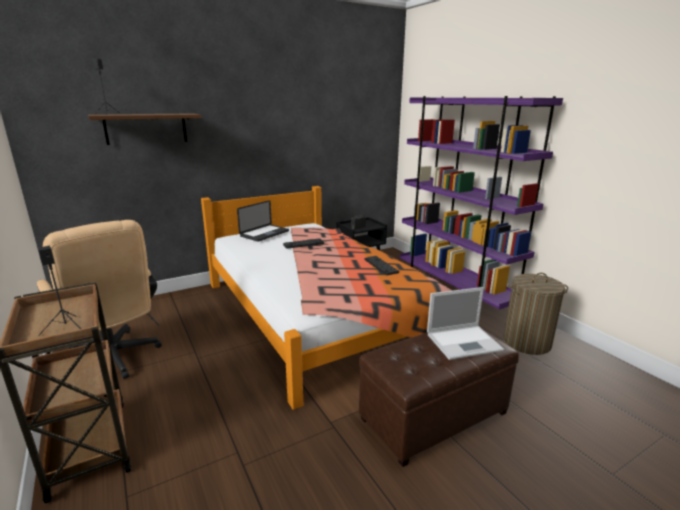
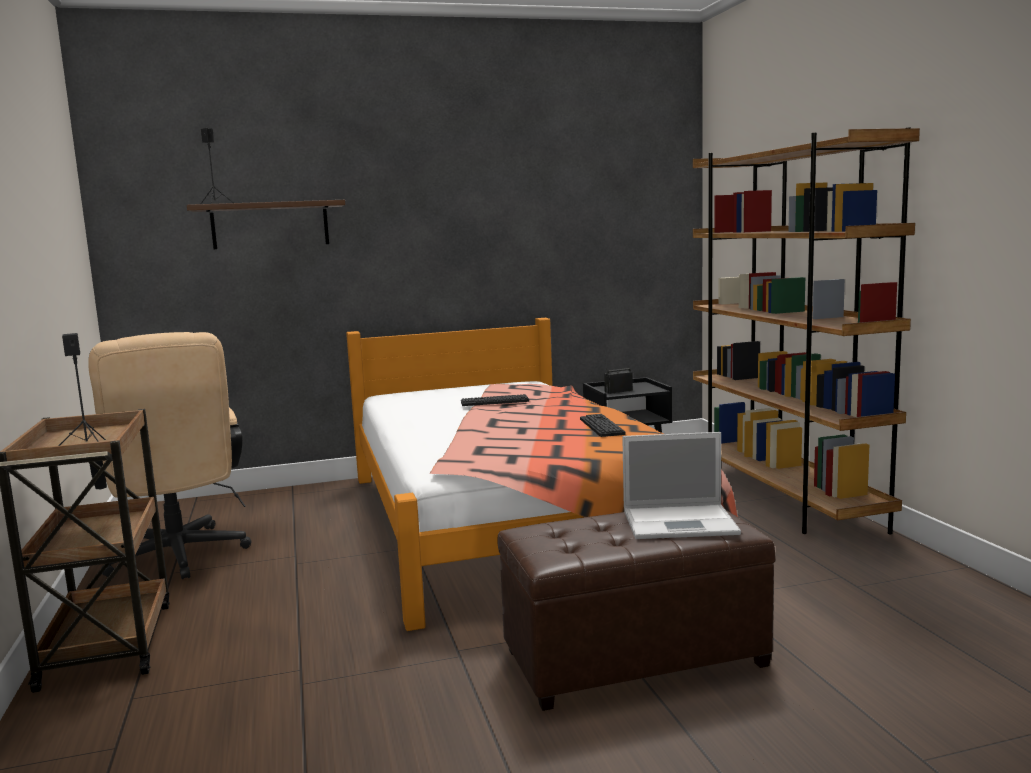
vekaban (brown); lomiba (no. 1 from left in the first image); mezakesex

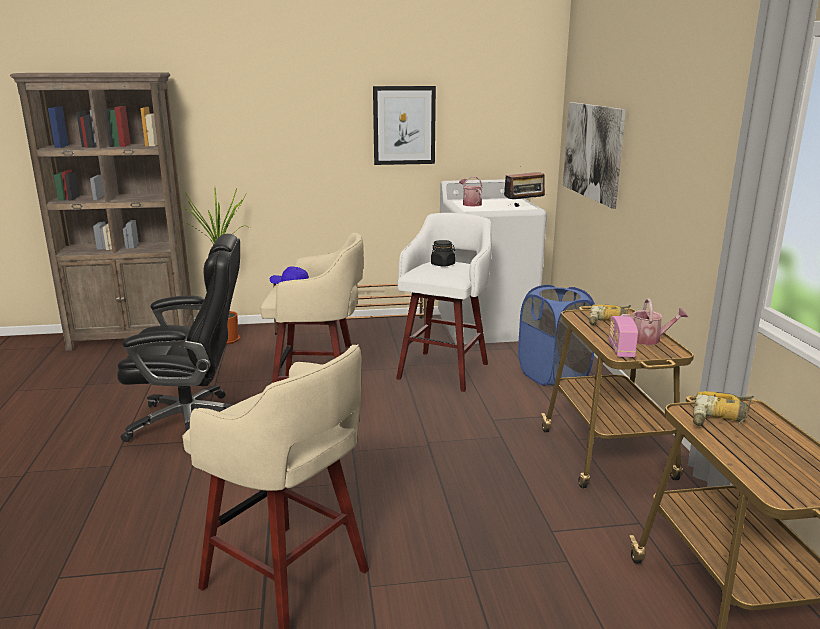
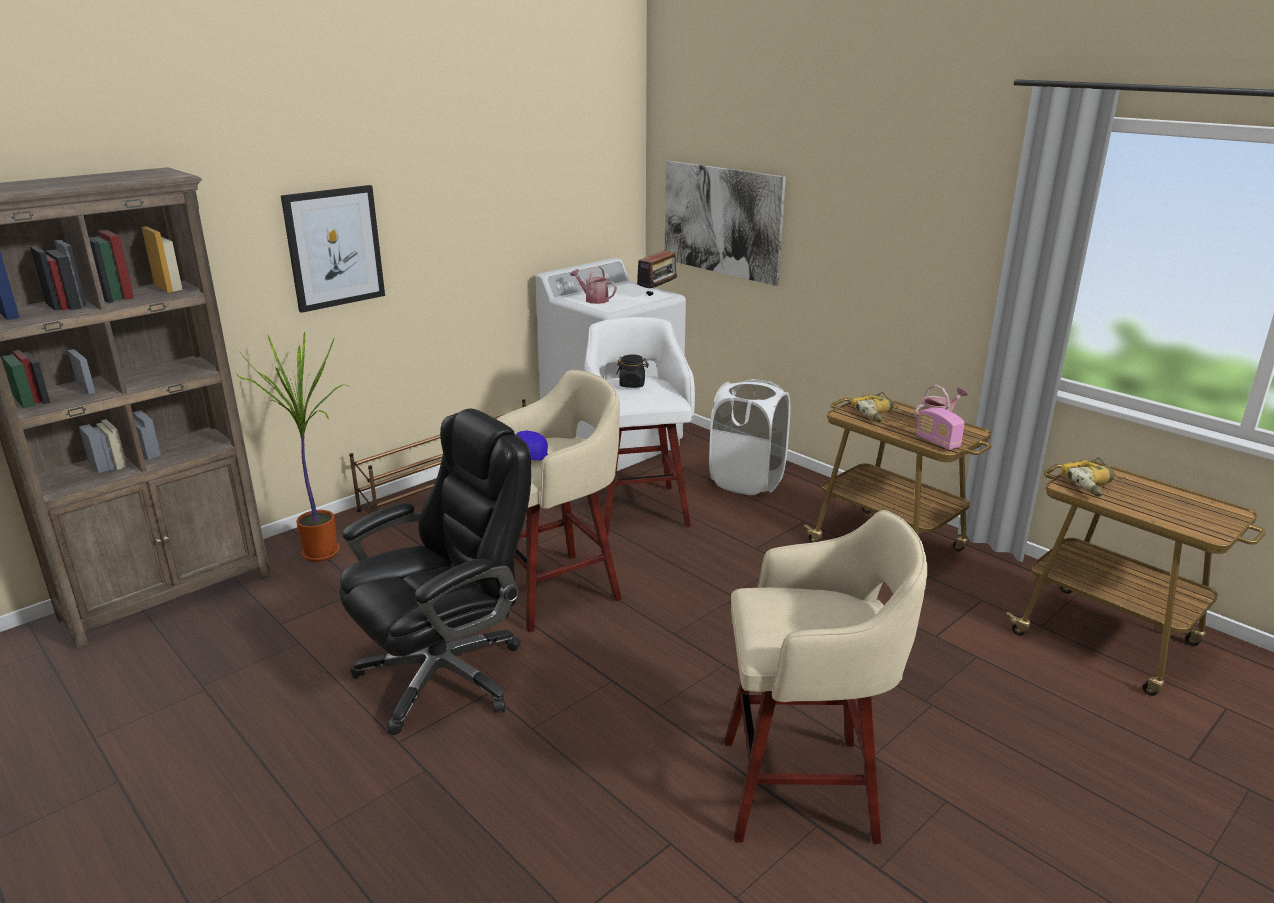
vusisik (no. 1 from left); mezakesex (white)

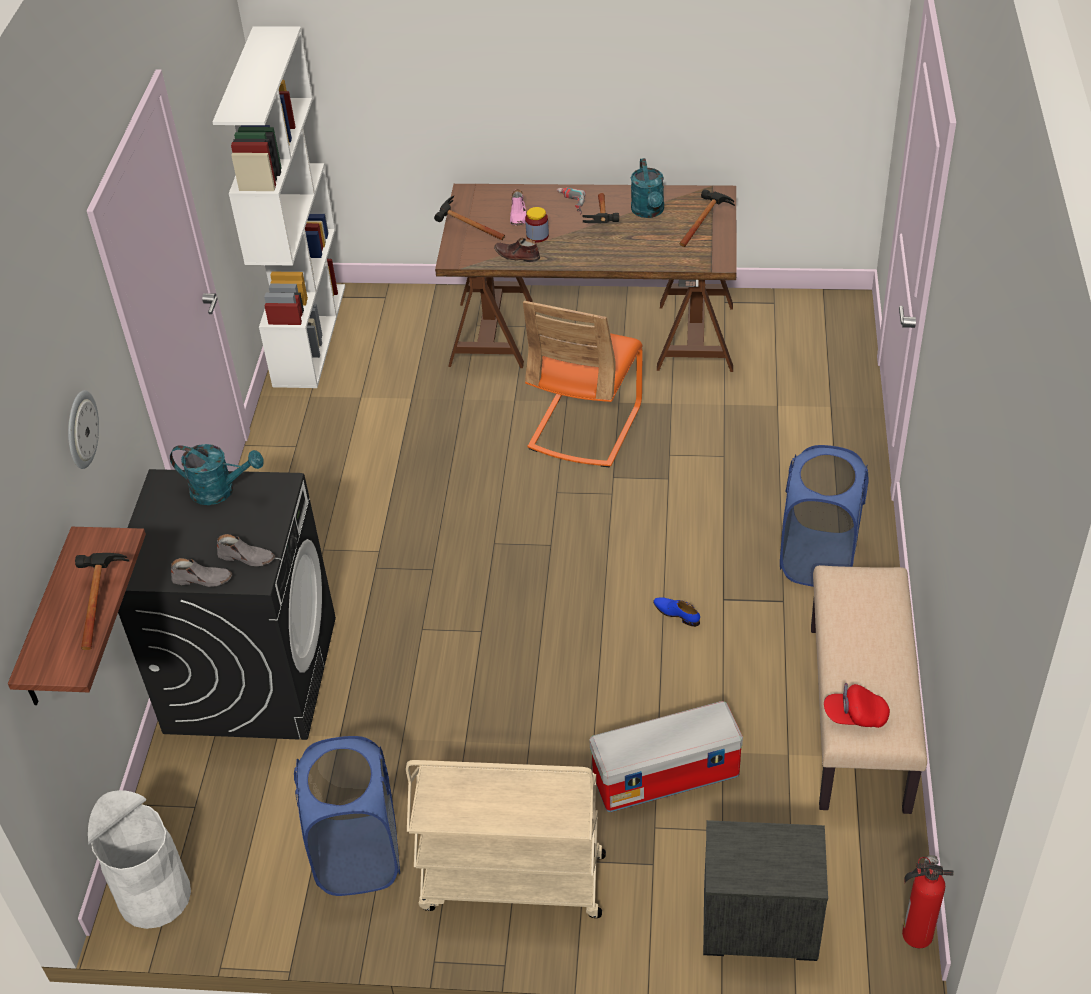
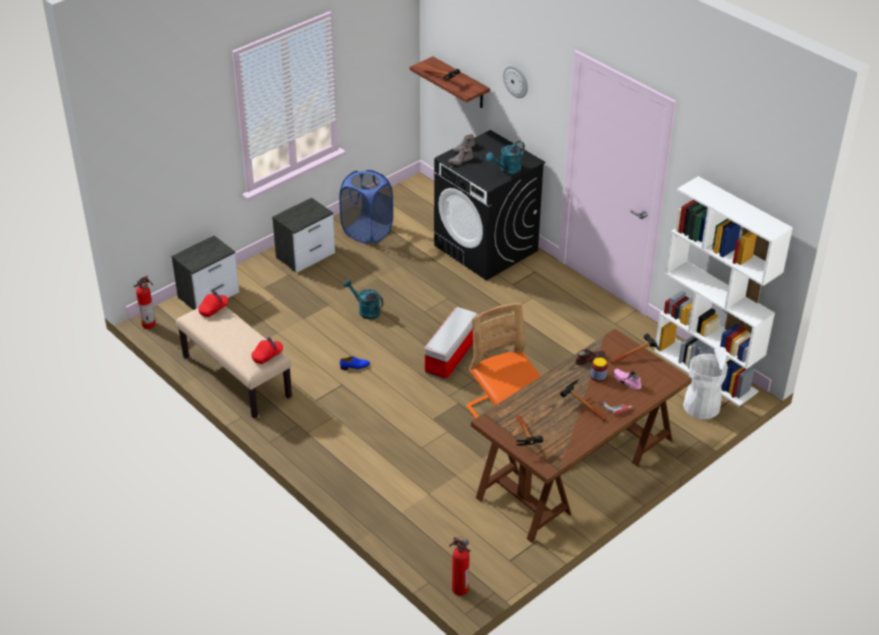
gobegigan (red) (no. 2 from left); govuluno (no. 2 from left); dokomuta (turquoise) (no. 1 from left); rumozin; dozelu (no. 2 from left); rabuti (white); mezakesex (blue) (no. 2 from left in the first image)

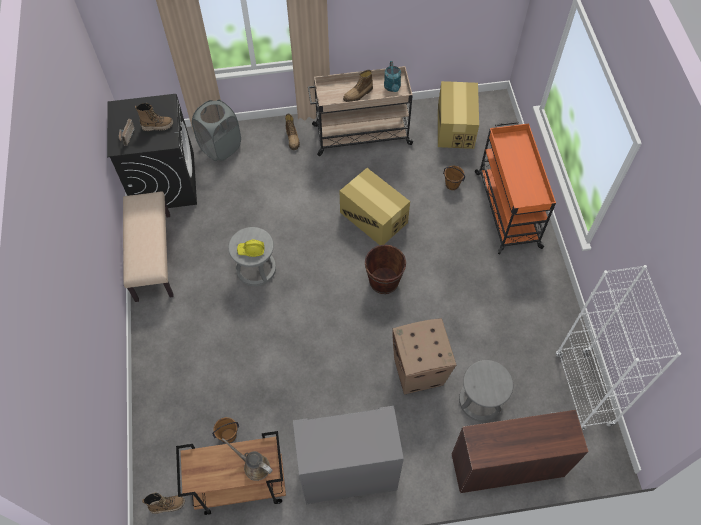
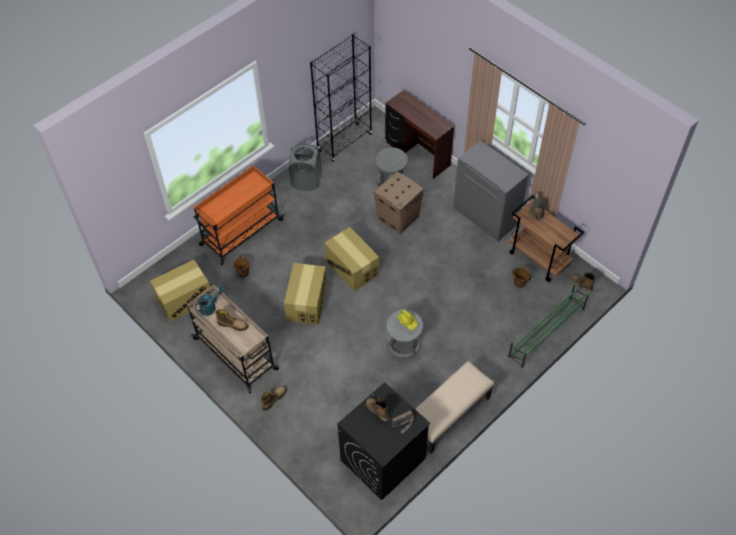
mezakesex (grey); vekaban (black); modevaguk (no. 3 from left); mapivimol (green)

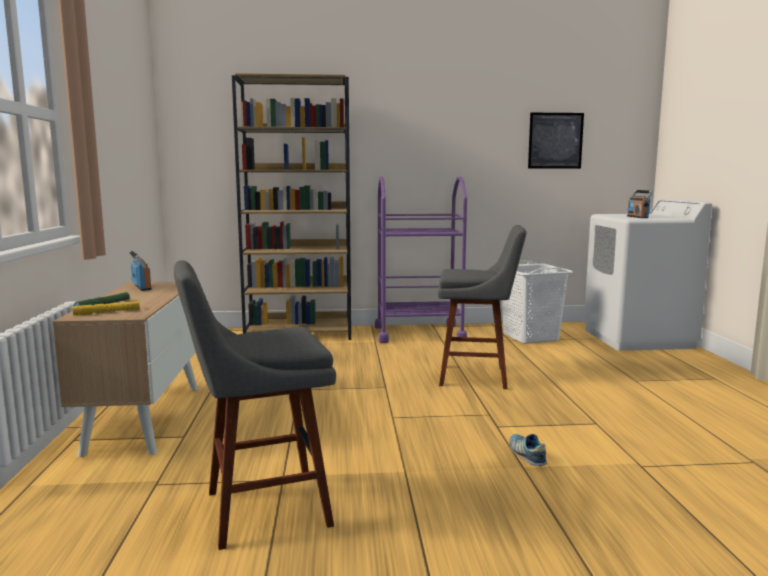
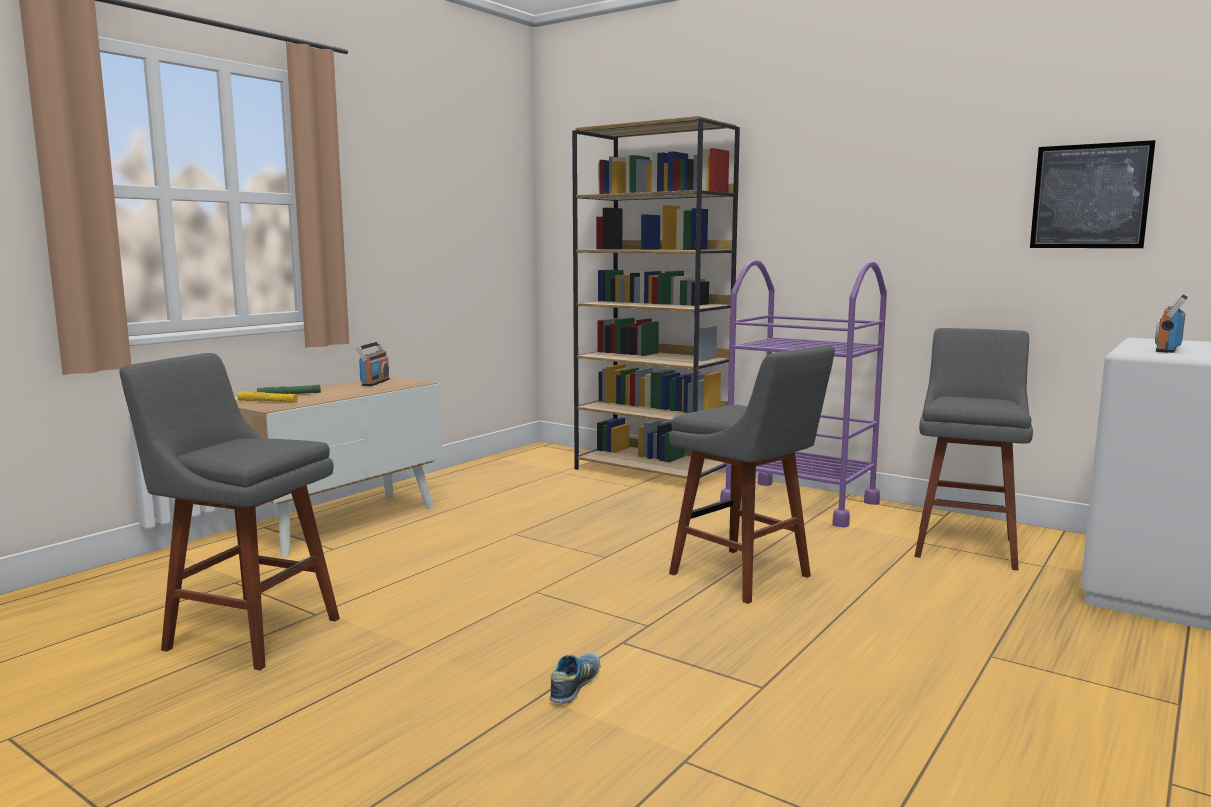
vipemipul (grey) (no. 3 from left)

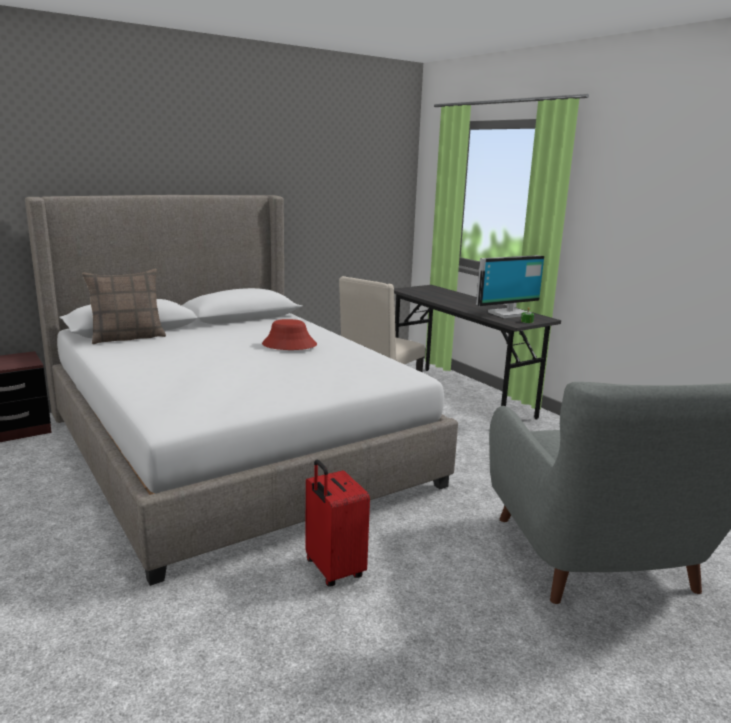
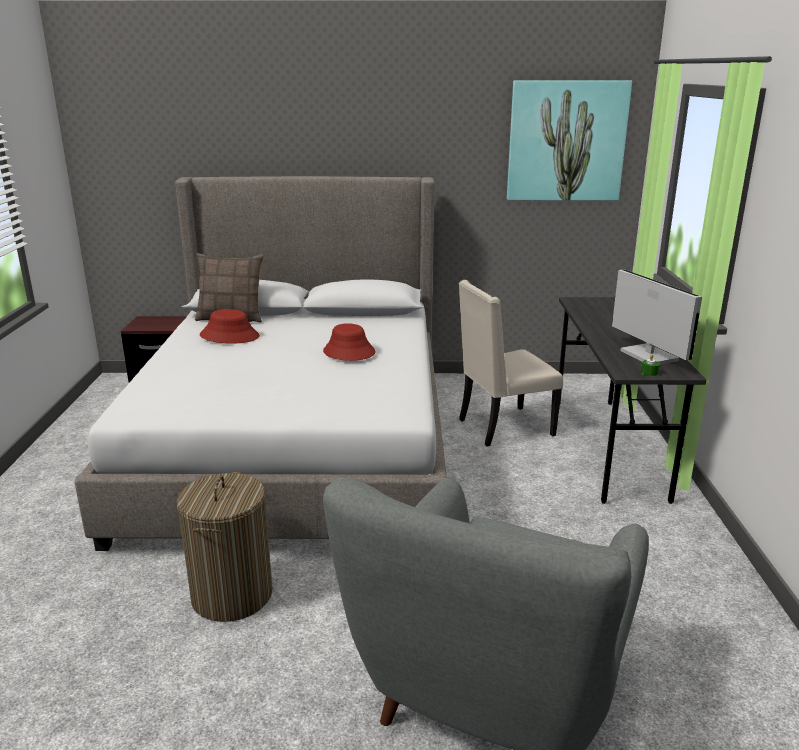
mezakesex; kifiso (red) (no. 1 from left); vusisik; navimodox

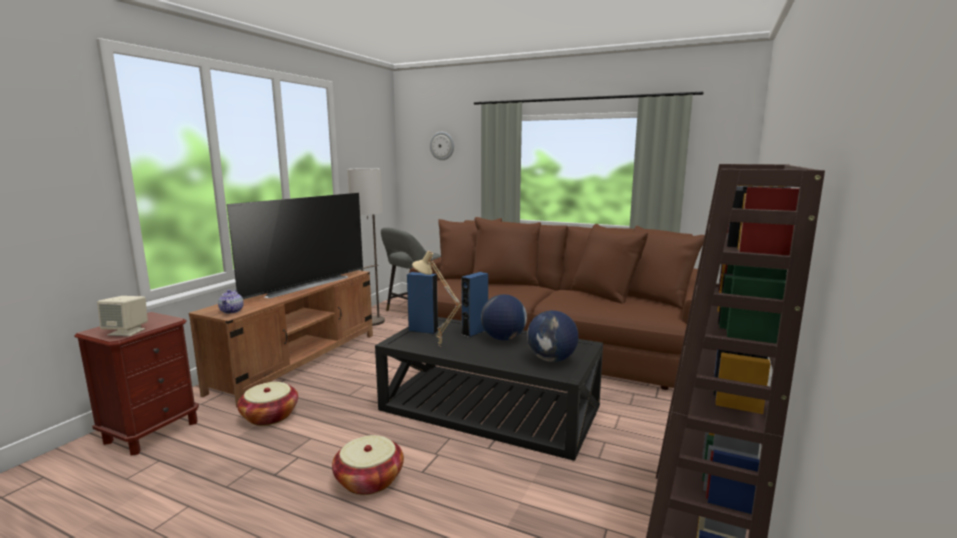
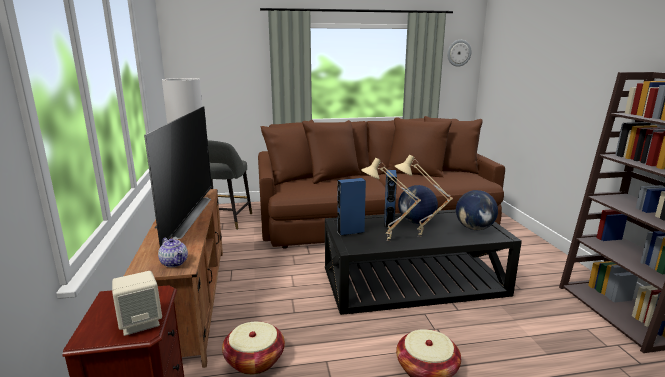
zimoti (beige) (no. 2 from left); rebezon

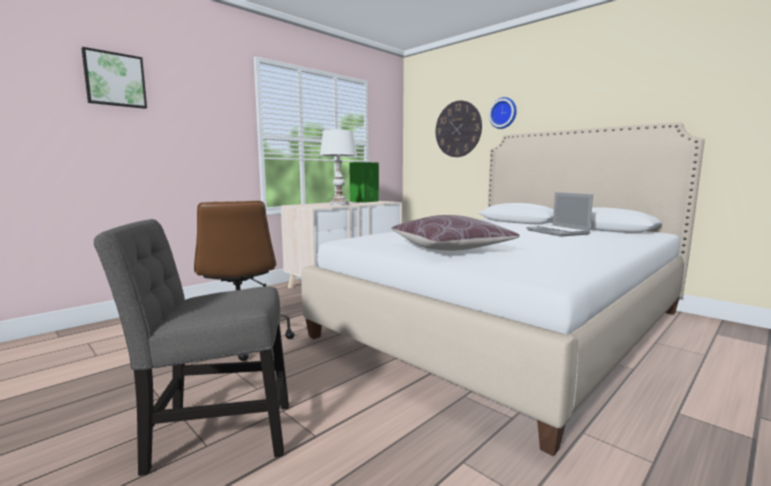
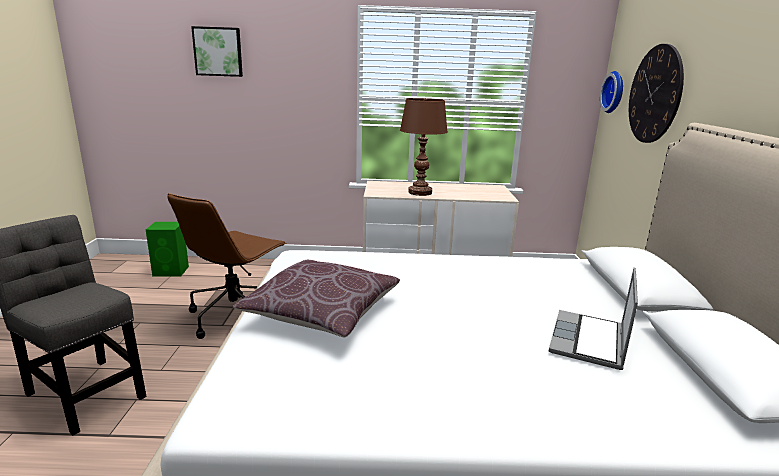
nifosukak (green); zimoti (brown); rebezon (no. 1 from left)

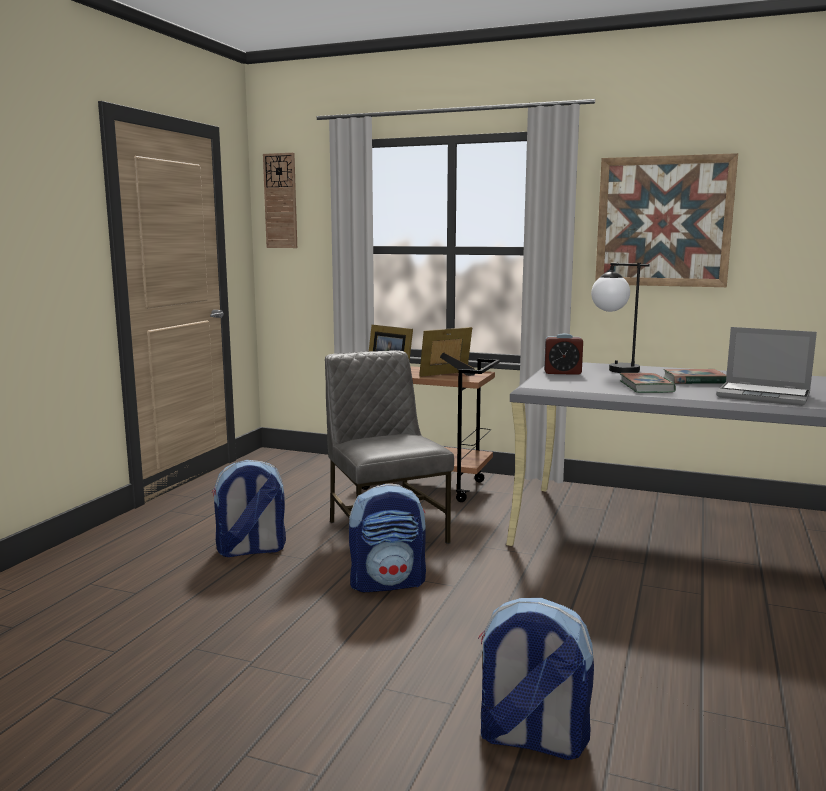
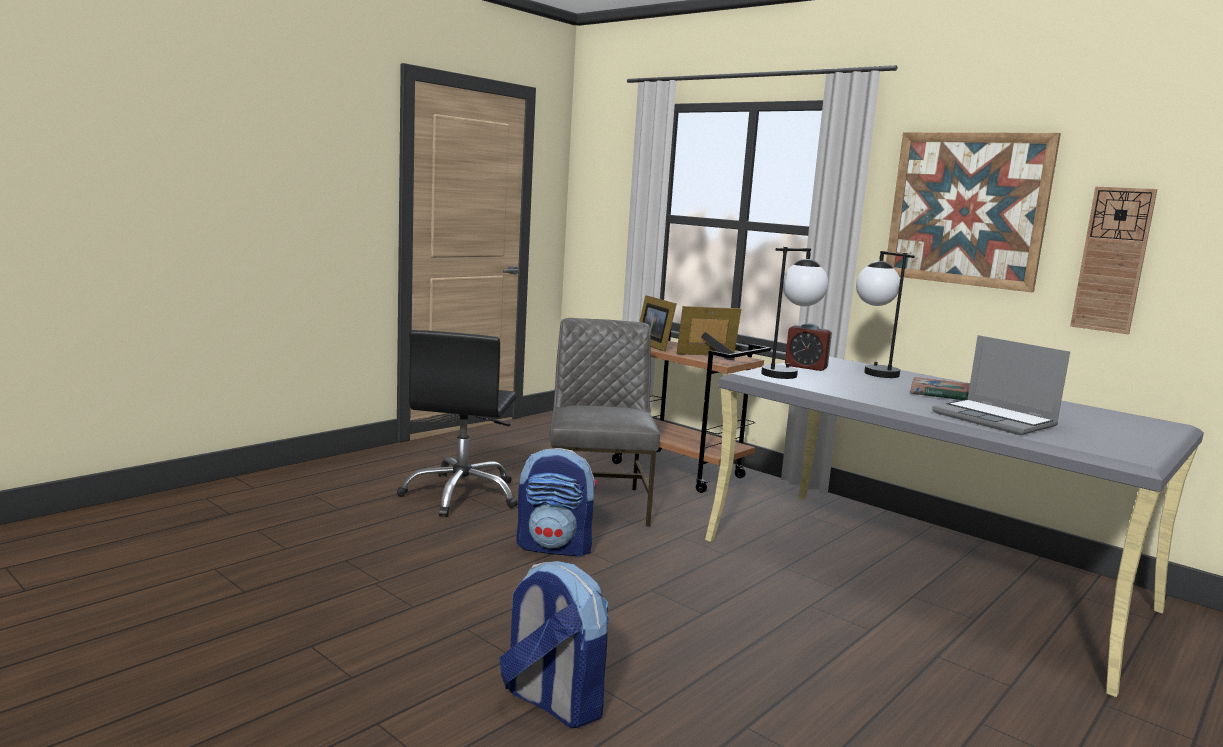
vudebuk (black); zimoti (no. 1 from left); rebezon; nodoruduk (no. 1 from left in the first image)

